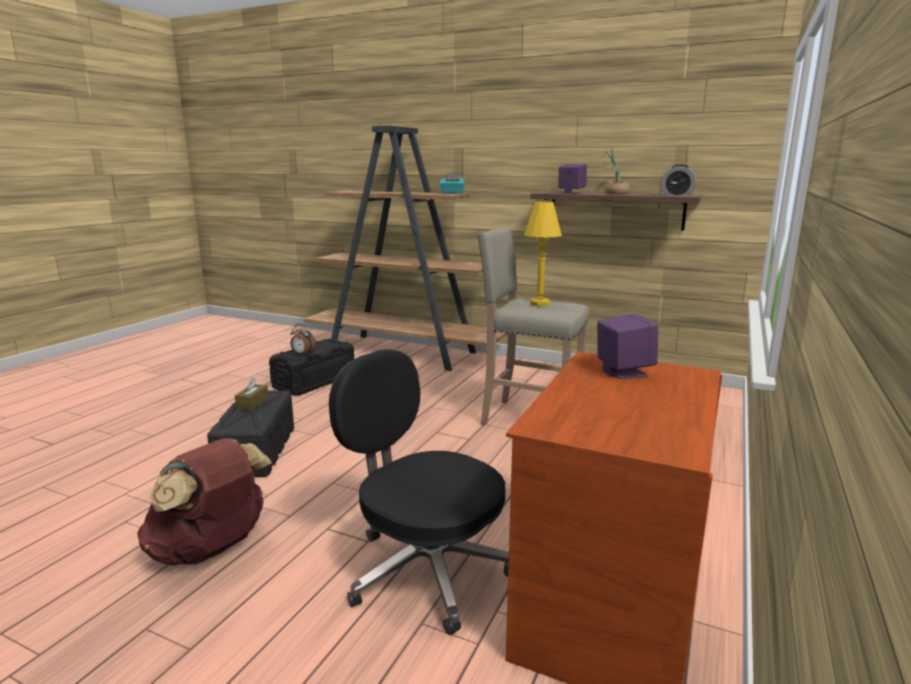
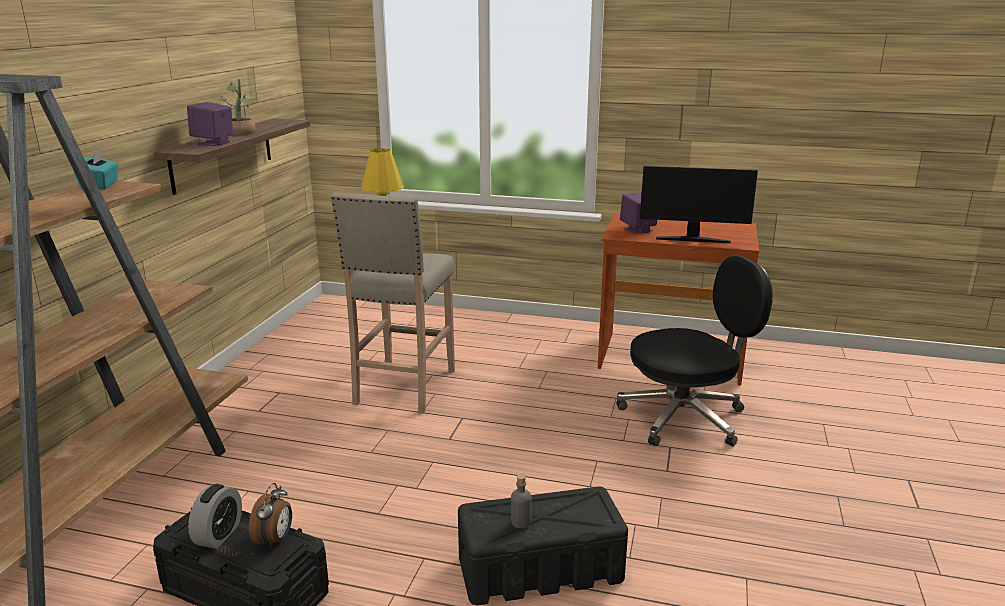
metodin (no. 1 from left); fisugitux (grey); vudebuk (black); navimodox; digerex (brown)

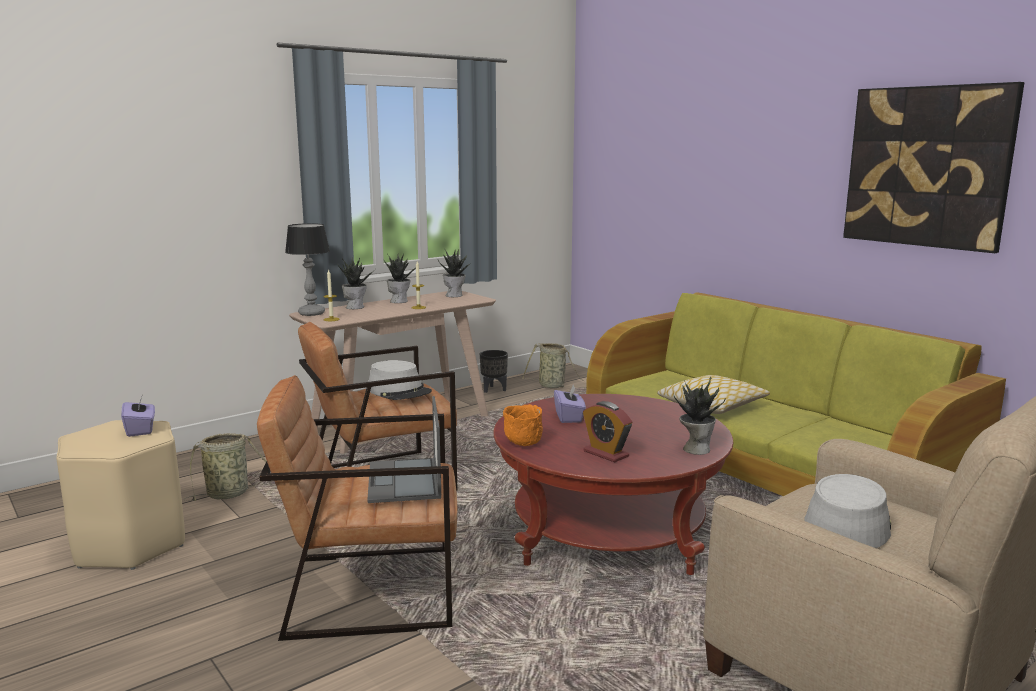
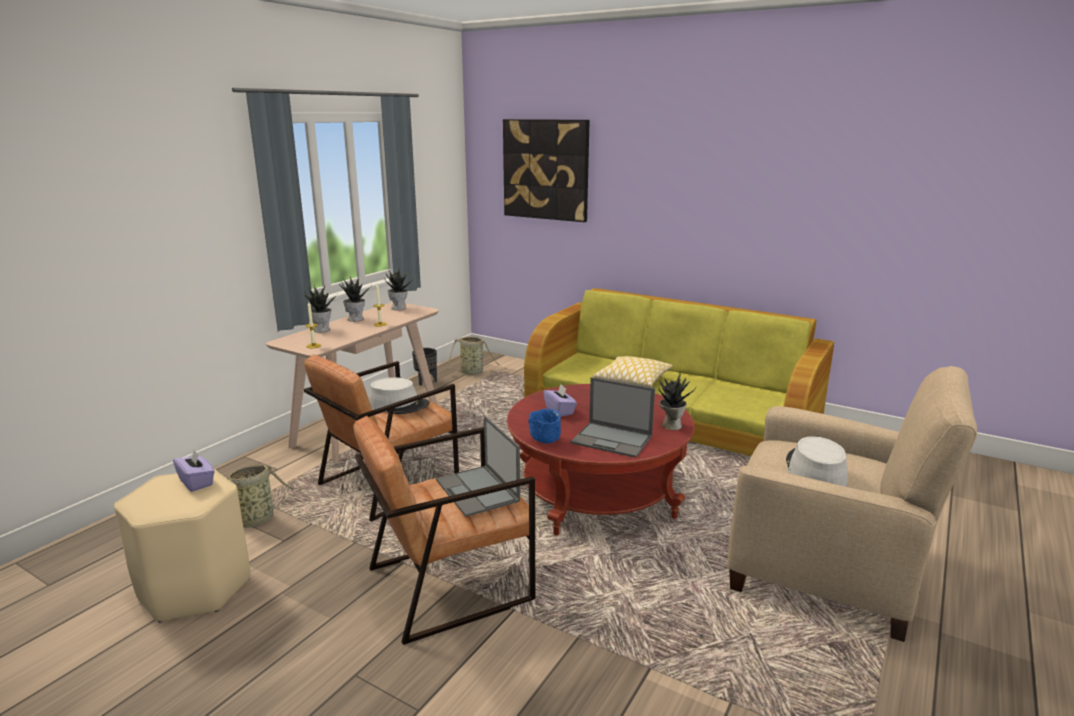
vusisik; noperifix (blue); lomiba (no. 2 from left); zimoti

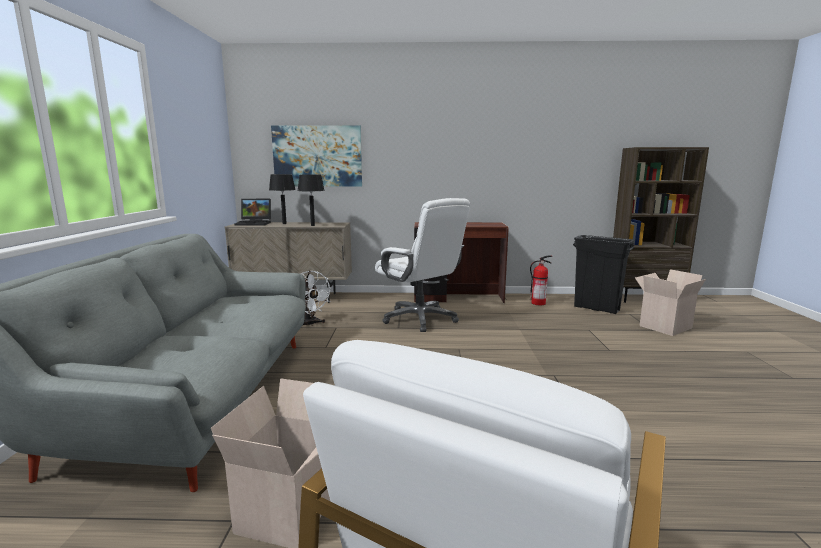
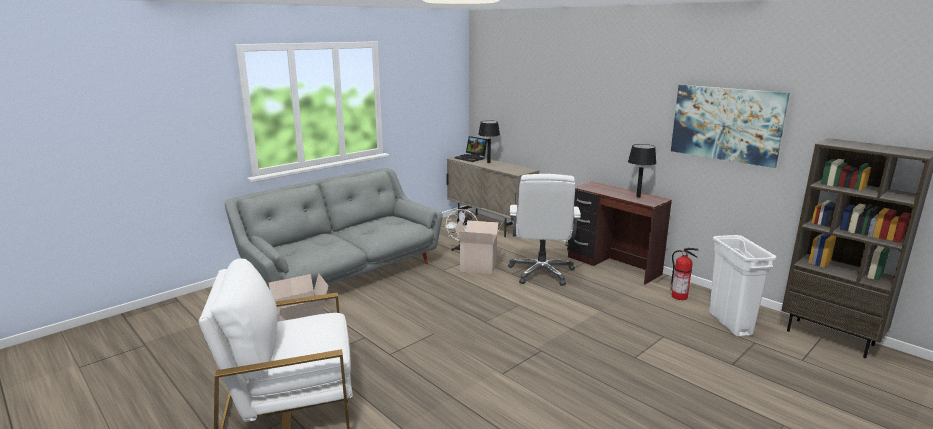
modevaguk (no. 2 from left); zimoti (black) (no. 2 from left); vusisik; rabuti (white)

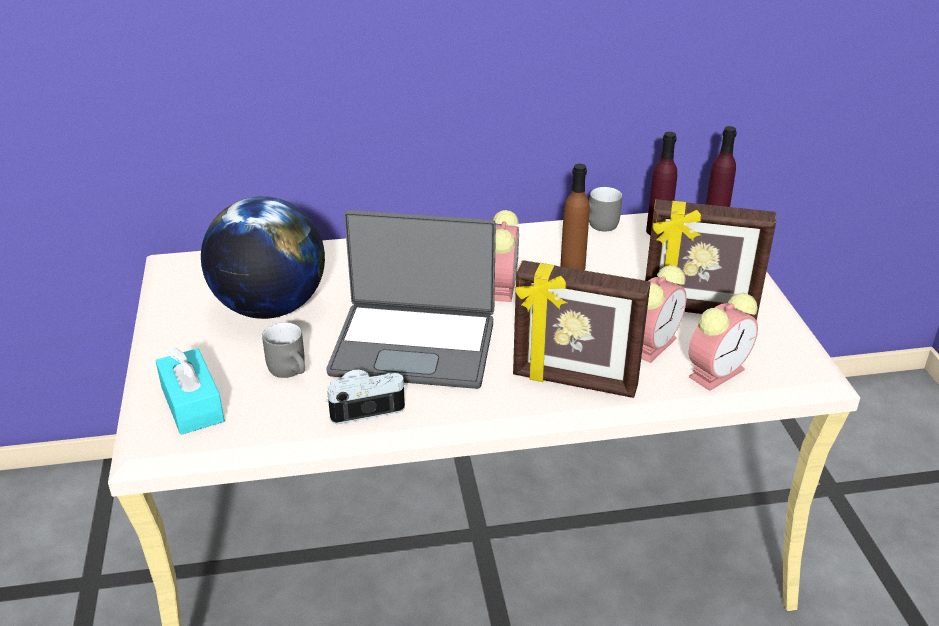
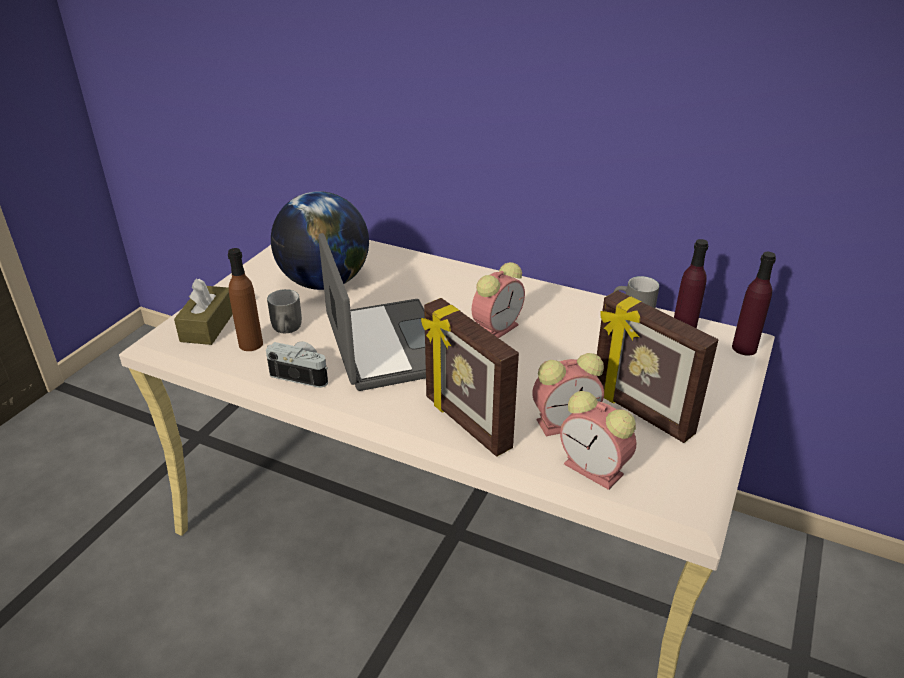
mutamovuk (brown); fisugitux (brown); lomiba; metodin (no. 3 from left)

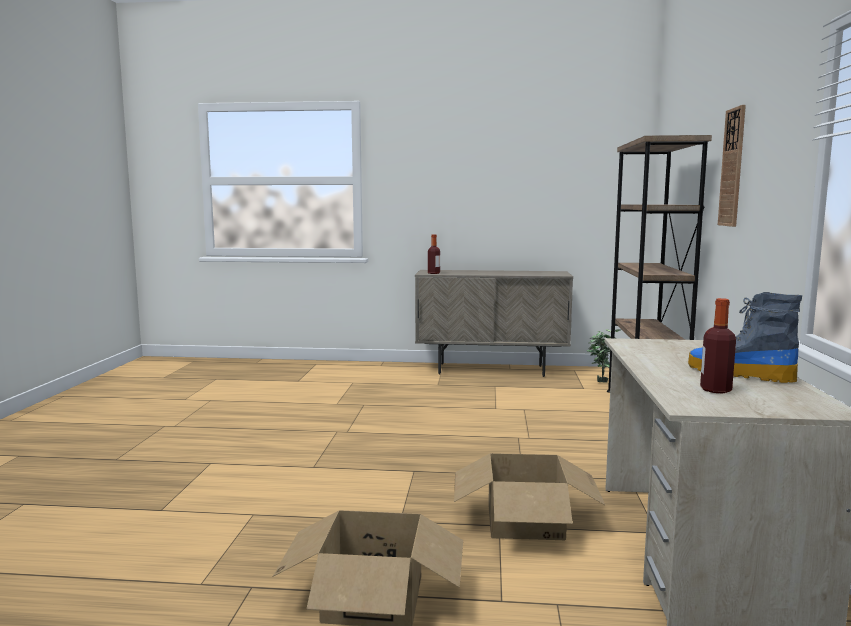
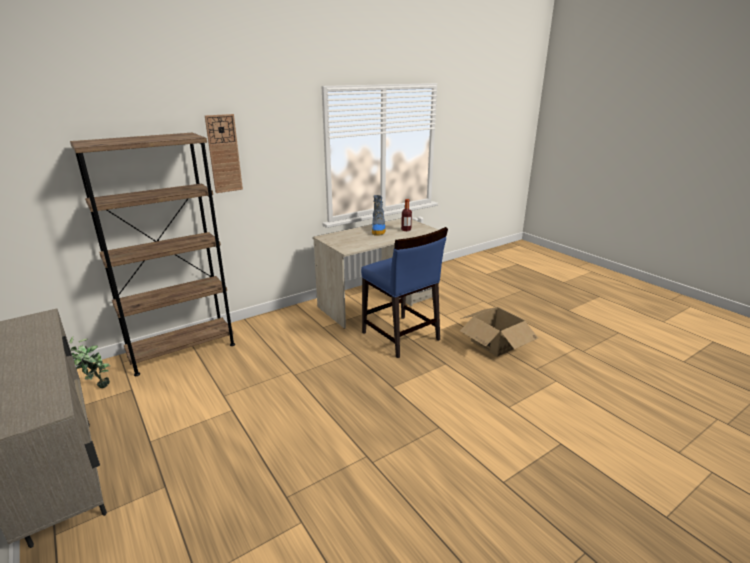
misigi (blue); fisugitux (no. 1 from left in the first image)

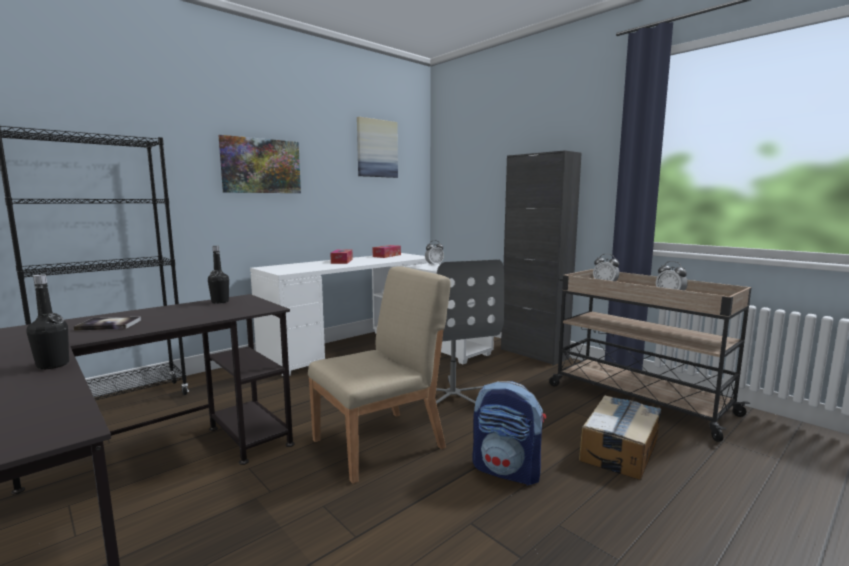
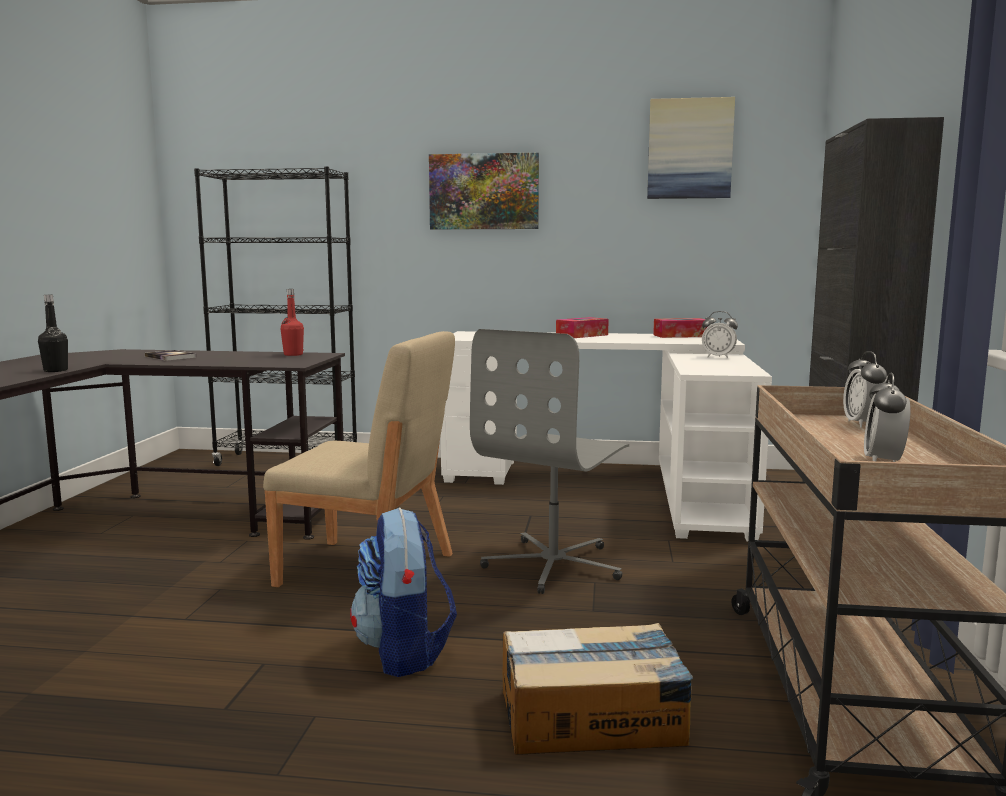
fisugitux (red)

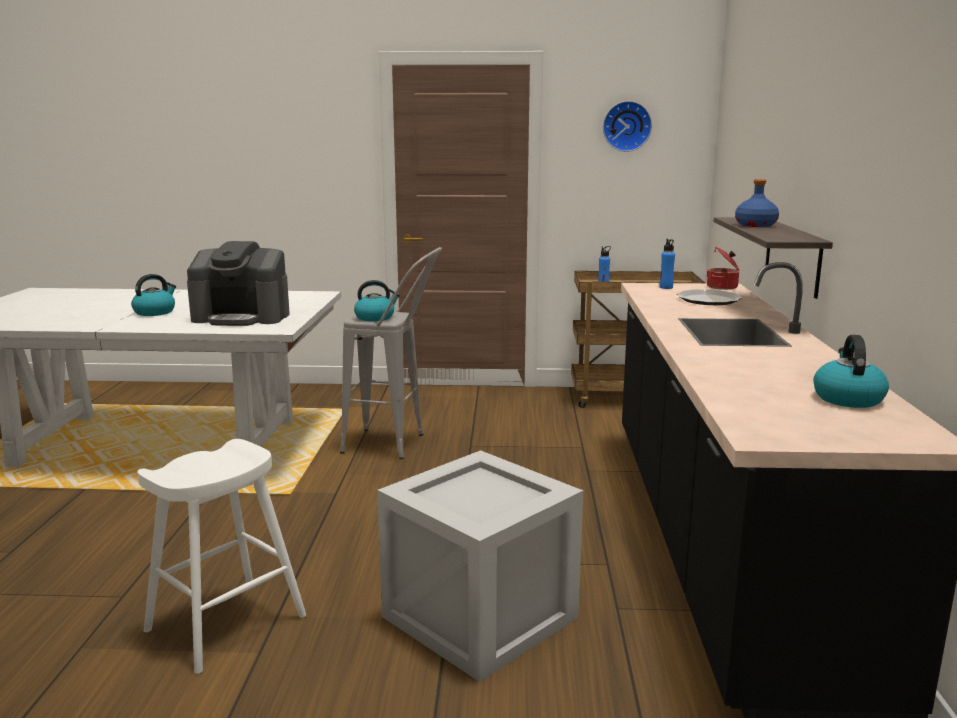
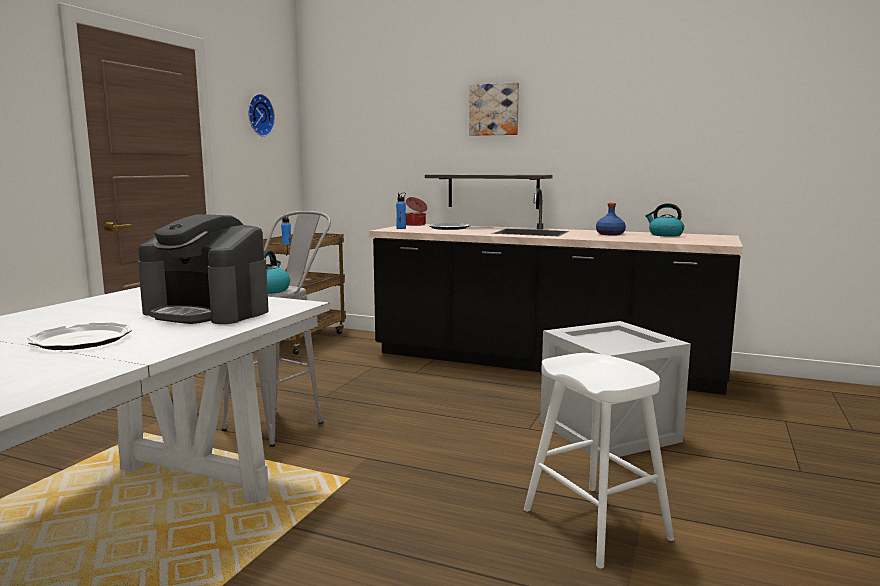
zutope (no. 1 from left); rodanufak; vusisik; fisugitux (blue) (no. 3 from left)

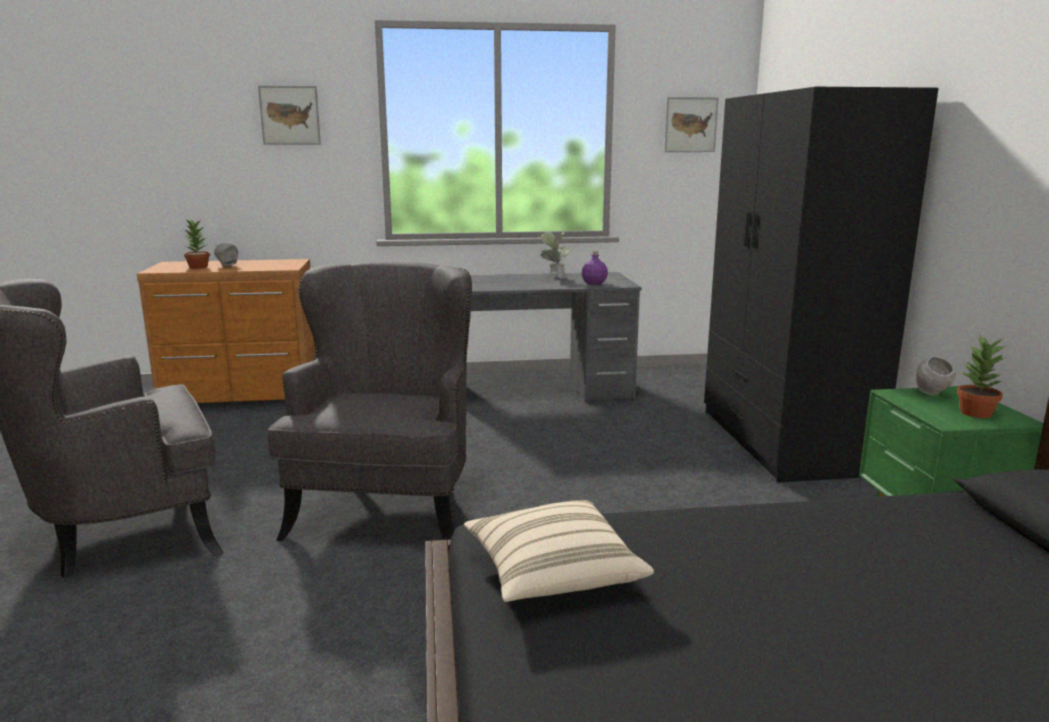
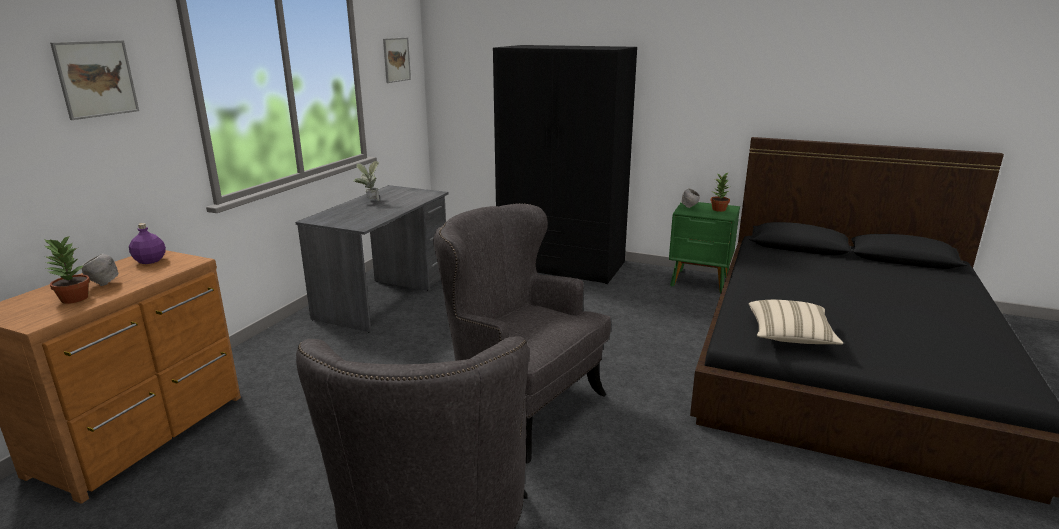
fisugitux (purple)

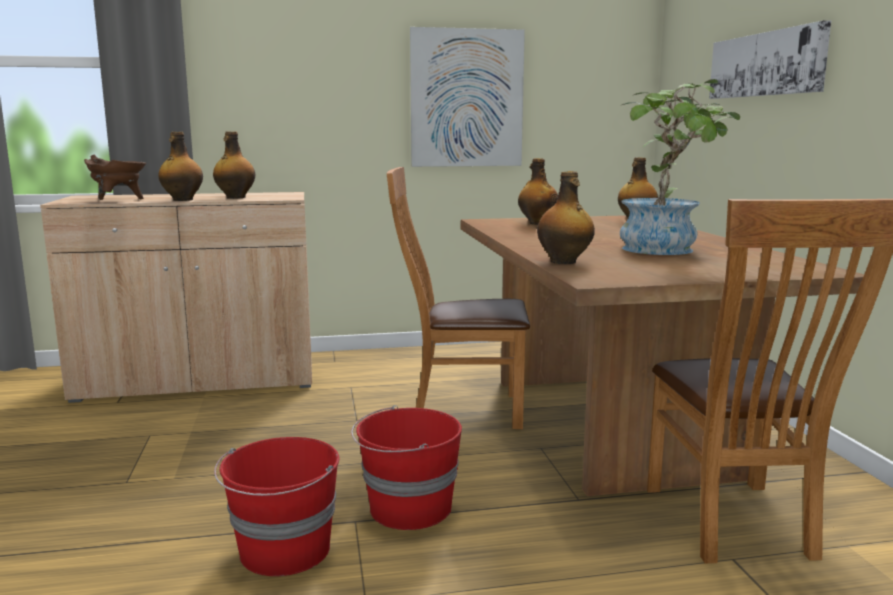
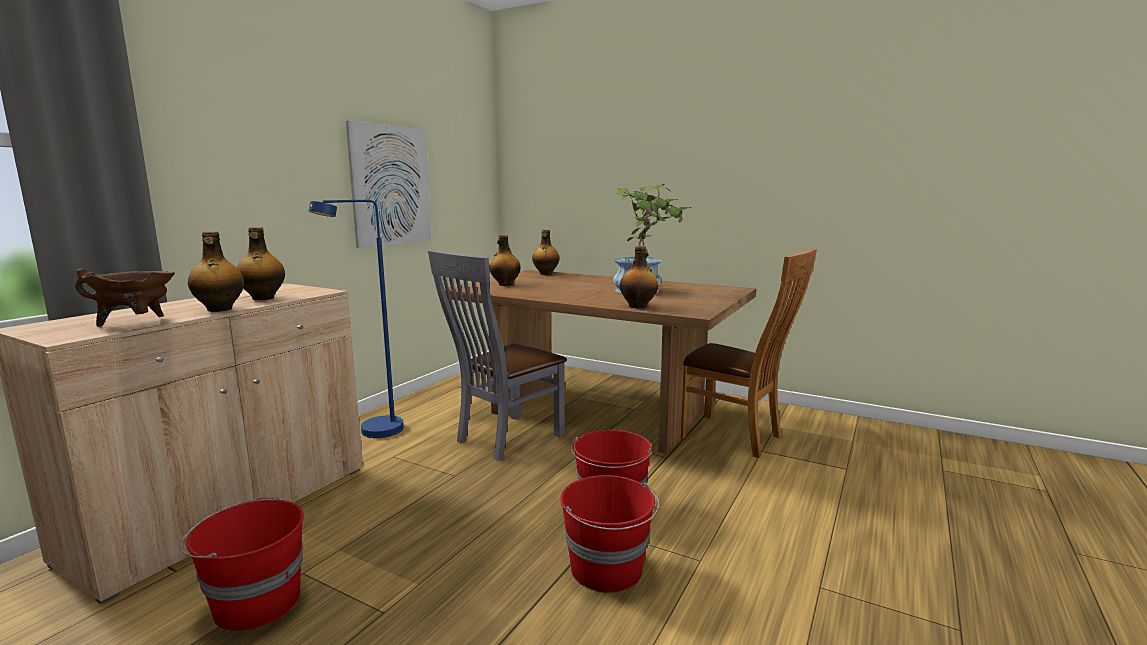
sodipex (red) (no. 1 from left); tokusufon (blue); misigi (grey); vusisik (no. 2 from left in the first image)

